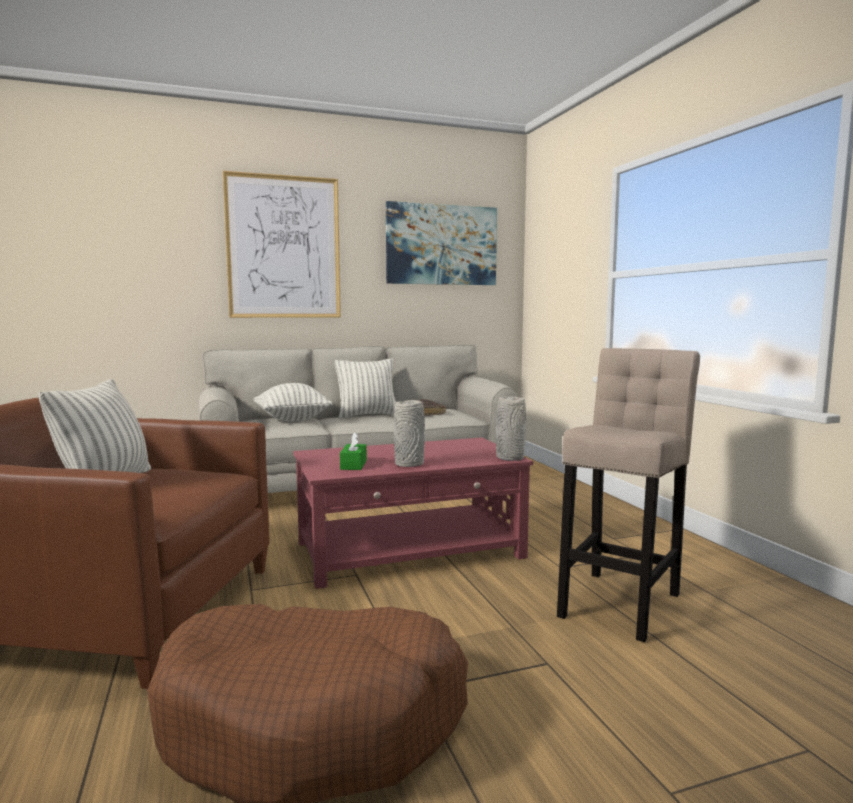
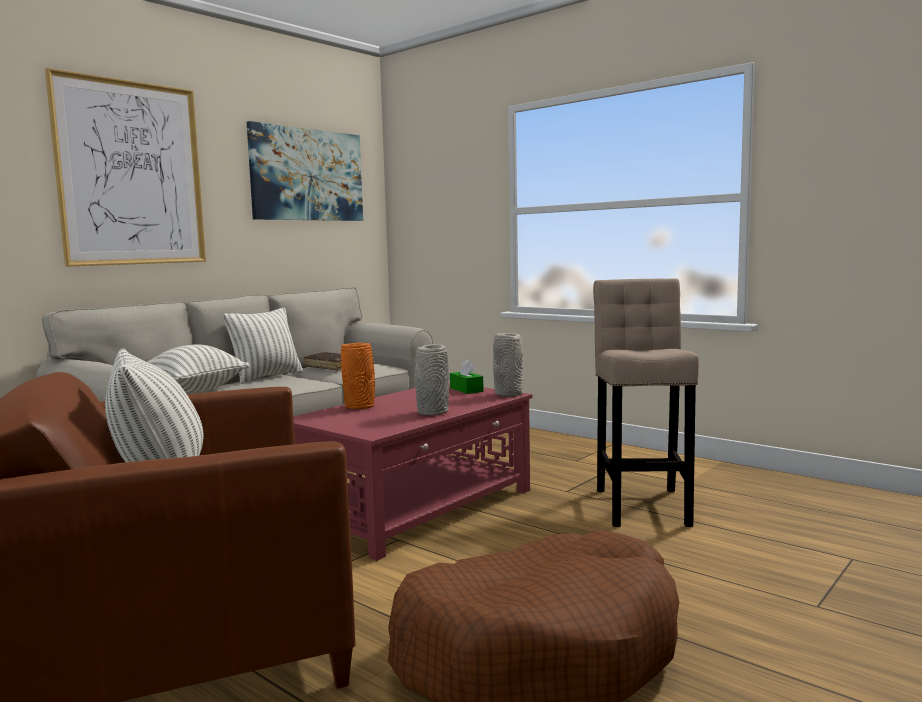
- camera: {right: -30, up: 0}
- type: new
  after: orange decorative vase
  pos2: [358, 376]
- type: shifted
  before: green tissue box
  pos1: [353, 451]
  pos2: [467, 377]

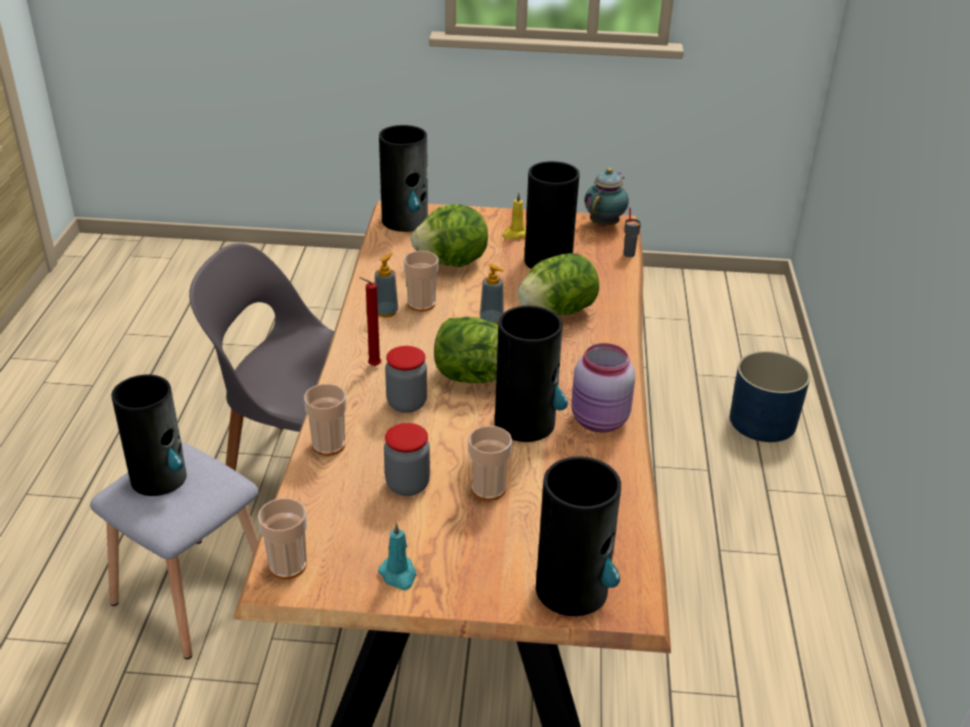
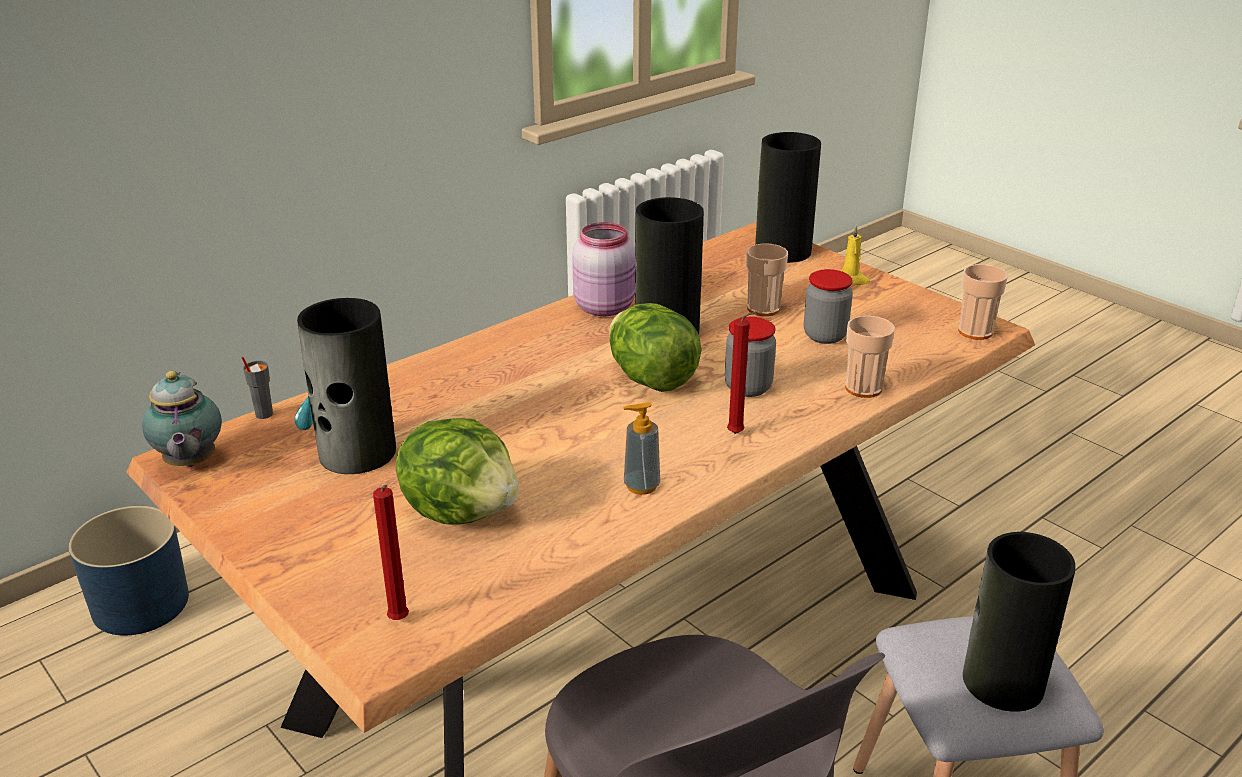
- camera: {right: -135, up: -5}
- type: rotated
  before: teapot
  pos1: [606, 197]
  pos2: [182, 419]
  turn: -90
- type: swapped
  before: decorative vase
  after: red wax candle
  pos1: [403, 178]
  pos2: [391, 552]
- type: shifted
  before: yellow-coloured wax candle
  pos1: [514, 215]
  pos2: [856, 255]
- type: gone
  before: blue-green wax candle
  pos1: [397, 556]
- type: gone
  before: cup
  pos1: [421, 281]
- type: gone
  before: soap dispenser
  pos1: [492, 294]
- type: gone
  before: head of lettuce
  pos1: [558, 284]

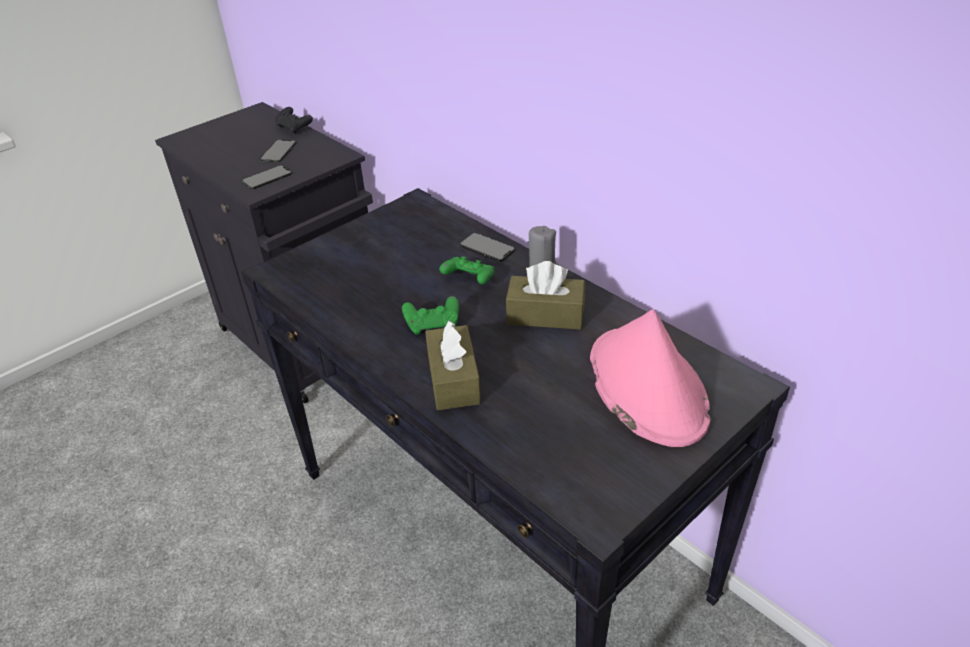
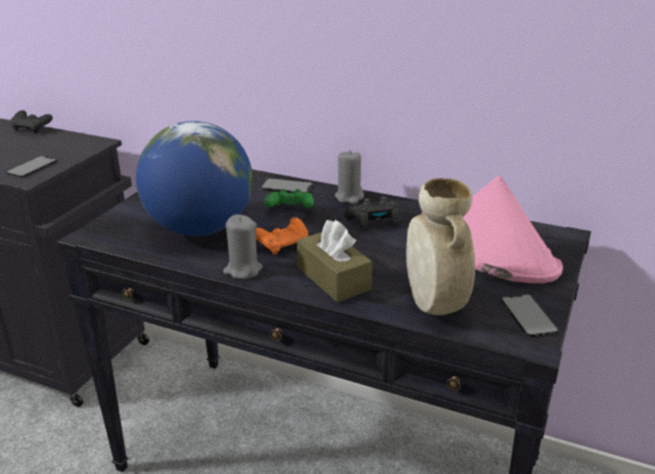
- camera: {right: -25, up: -10}
- type: new
  after: world globe
  pos2: [194, 178]
- type: new
  after: gray wax candle
  pos2: [242, 246]
- type: repainted
  before: green joypad
  after: orange joypad
  pos1: [430, 315]
  pos2: [282, 236]
- type: swapped
  before: brown tissue box
  after: black-coloured joypad
  pos1: [545, 295]
  pos2: [372, 211]
- type: new
  after: sand-coloured decorative vase
  pos2: [440, 246]
- type: shifted
  before: telephone
  pos1: [278, 150]
  pos2: [530, 316]

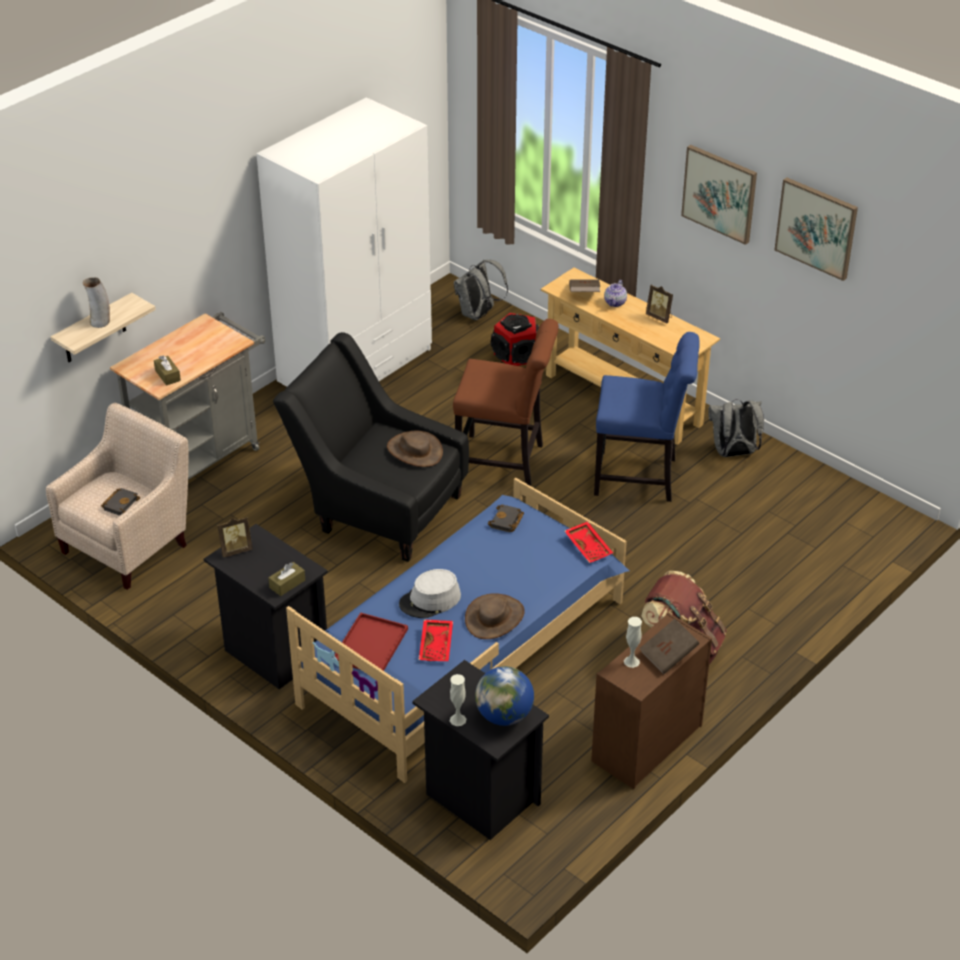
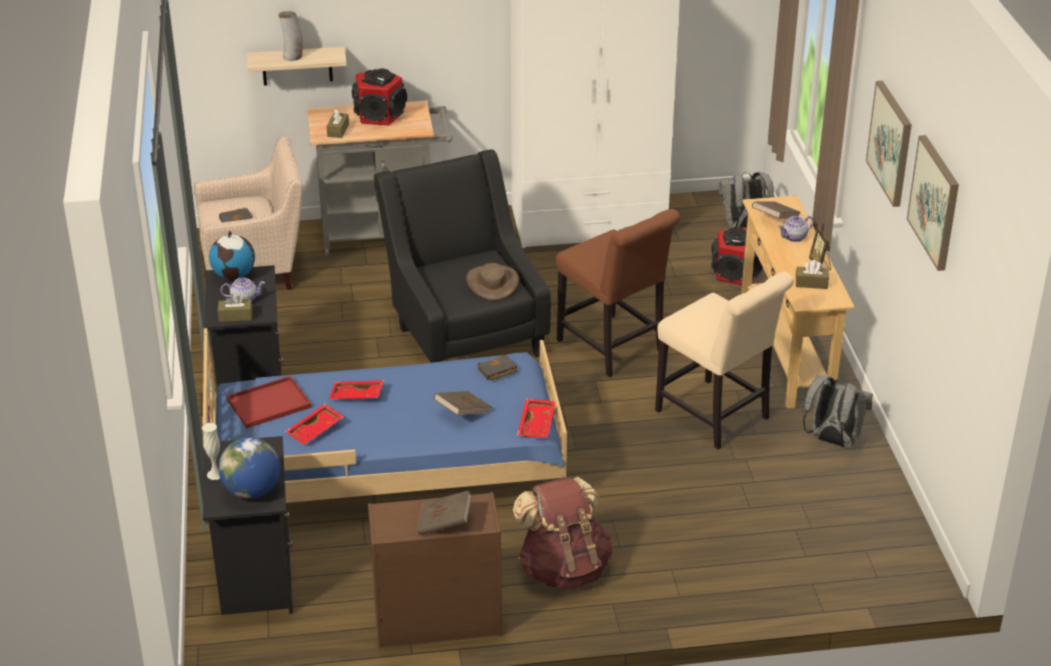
- camera: {right: 40, up: -5}
- type: swapped
  before: standing frame
  after: world globe
  pos1: [235, 537]
  pos2: [232, 255]
- type: new
  after: teapot
  pos2: [243, 289]
- type: swapped
  before: gray wearable hat
  after: red carrying tray
  pos1: [430, 593]
  pos2: [356, 390]
- type: new
  after: speaker
  pos2: [379, 96]
- type: new
  after: brown book
  pos2: [462, 403]
- type: repainted
  before: blue chair
  after: sand-coloured chair
  pos1: [647, 417]
  pos2: [724, 360]
- type: new
  after: brown tissue box
  pos2: [812, 274]
- type: gone
  before: brown wearable hat
  pos1: [495, 616]
- type: gone
  before: whitish decorative vase
  pos1: [633, 642]

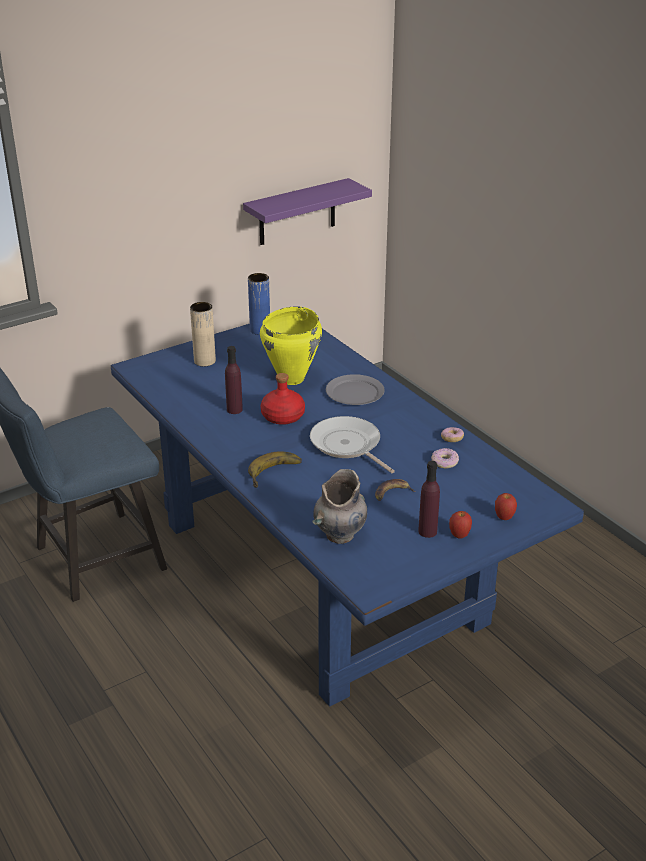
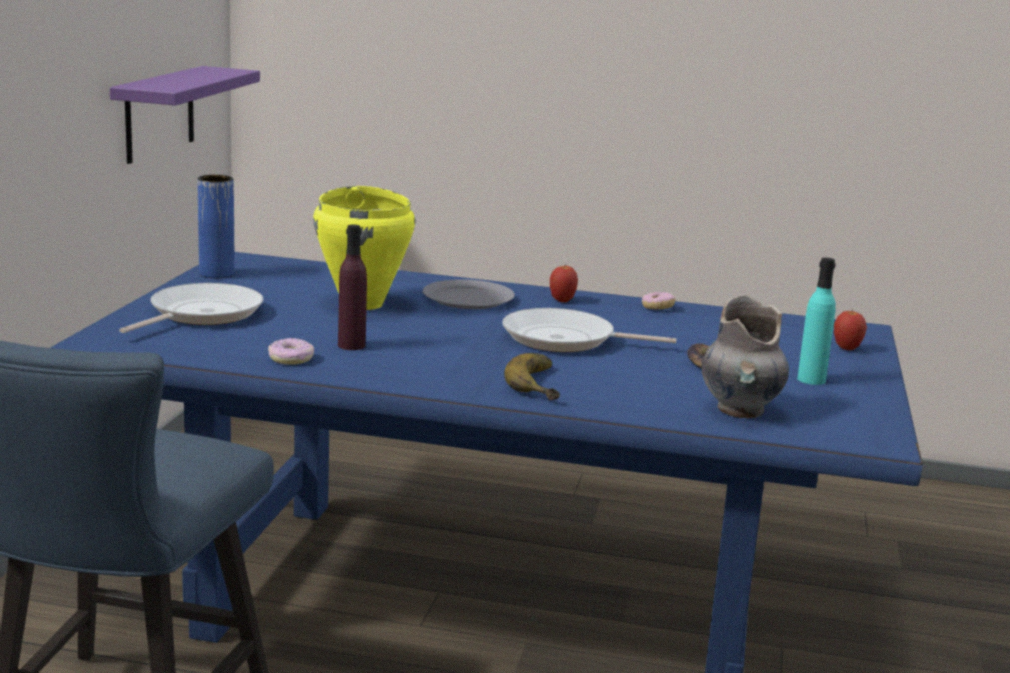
- camera: {right: -45, up: -15}
- type: swapped
  before: sand-coloured decorative vase
  after: skillet
  pos1: [203, 334]
  pos2: [191, 308]
- type: shifted
  before: donut
  pos1: [445, 458]
  pos2: [291, 351]
- type: shifted
  before: apple
  pos1: [460, 525]
  pos2: [564, 282]
- type: repainted
  before: purple-coloured drink bottle
  after: blue-green drink bottle
  pos1: [429, 499]
  pos2: [817, 321]
- type: gone
  before: red drink bottle
  pos1: [283, 399]

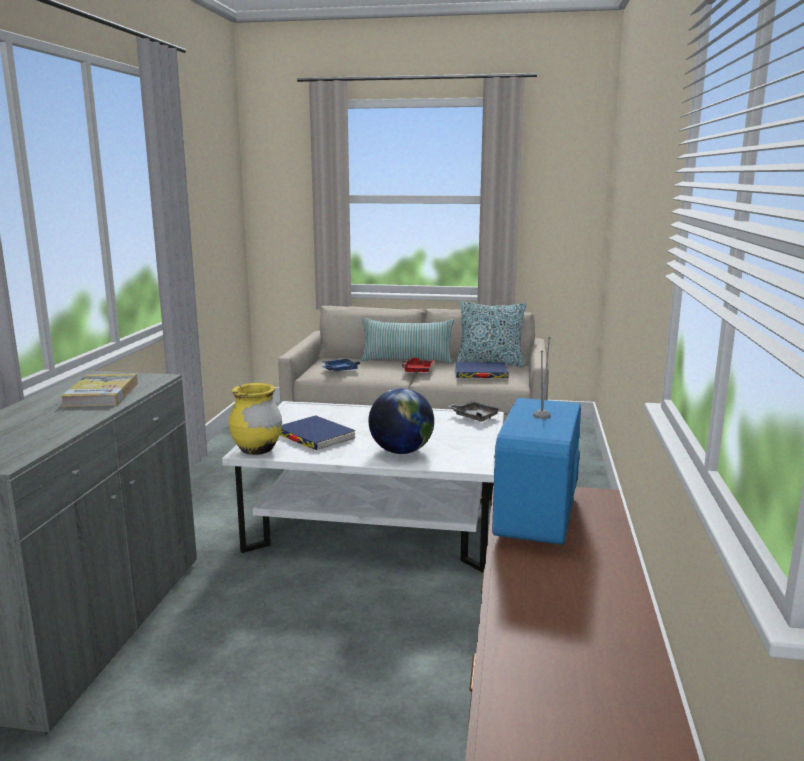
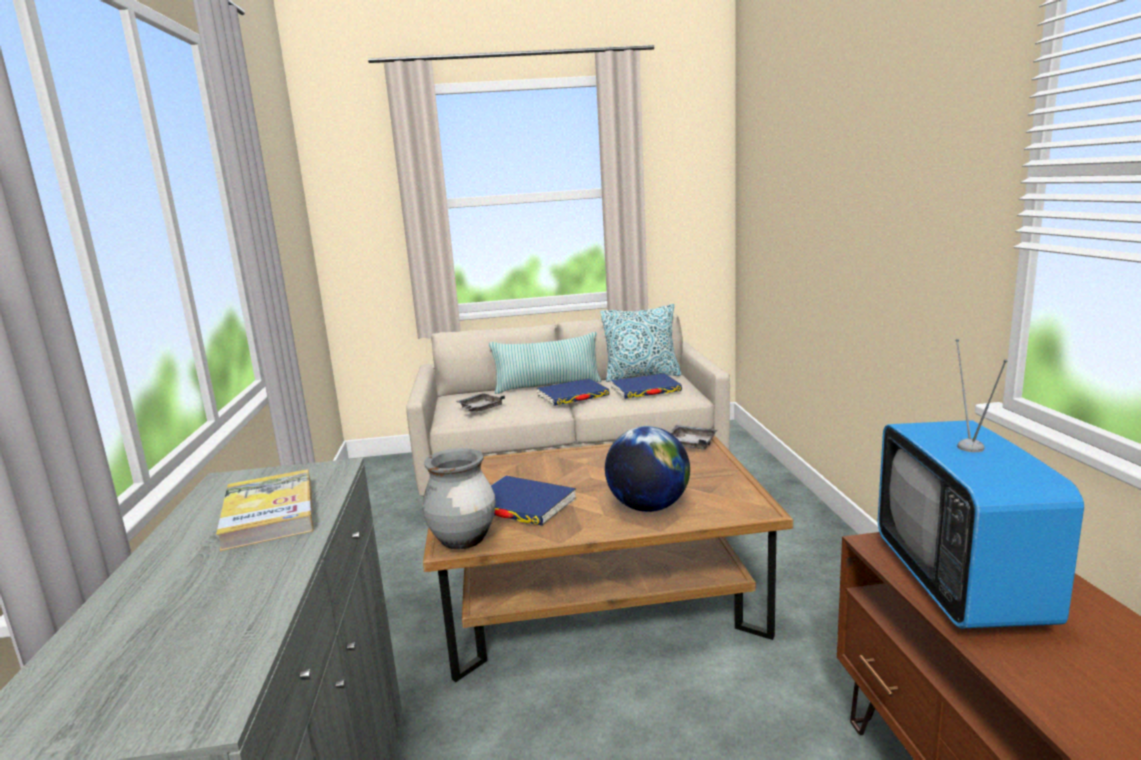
- camera: {right: -15, up: 0}
- type: repainted
  before: yellow-coloured decorative vase
  after: gray decorative vase
  pos1: [255, 419]
  pos2: [458, 498]
- type: repainted
  before: whitish low table
  after: brown low table
  pos1: [363, 487]
  pos2: [608, 558]
- type: repainted
  before: blue carrying tray
  after: gray carrying tray
  pos1: [340, 364]
  pos2: [480, 402]
- type: swapped
  before: red carrying tray
  after: blue book
  pos1: [418, 365]
  pos2: [573, 392]

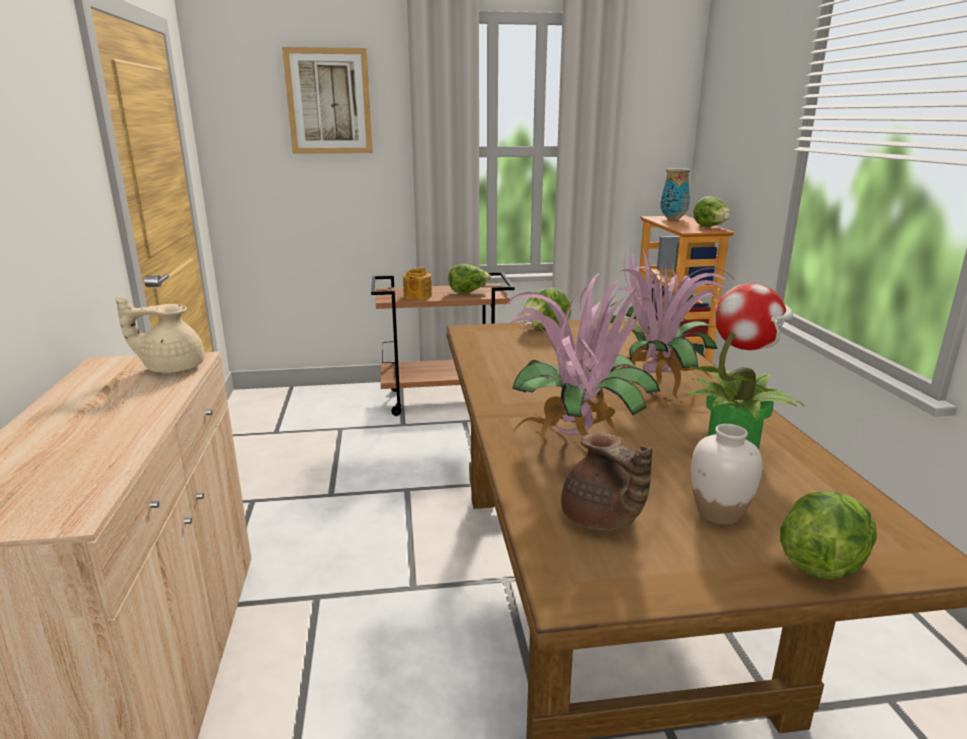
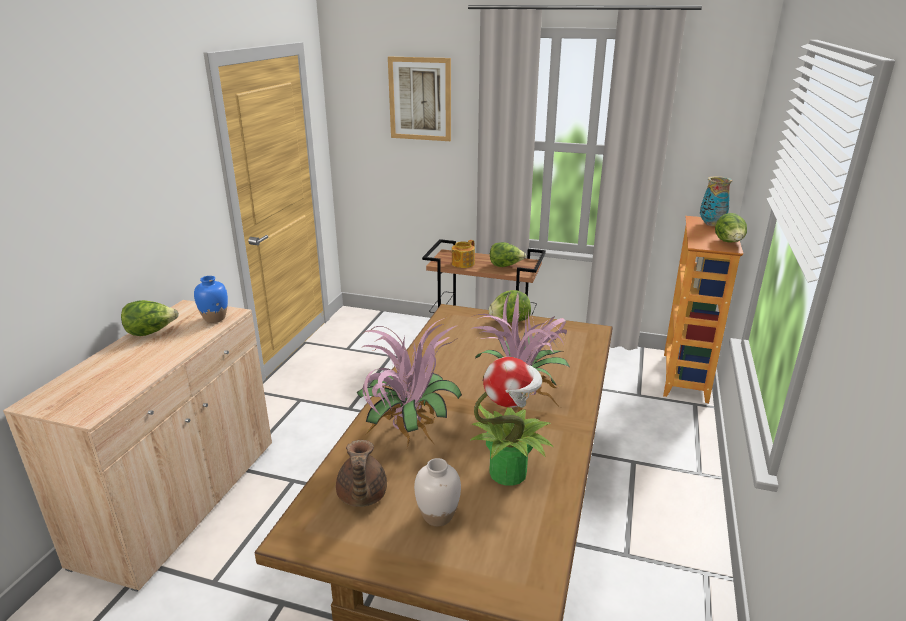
- camera: {right: 25, up: 5}
- type: shifted
  before: head of lettuce
  pos1: [828, 535]
  pos2: [150, 318]
- type: swapped
  before: sand-coloured teapot
  after: blue decorative vase
  pos1: [160, 334]
  pos2: [211, 299]

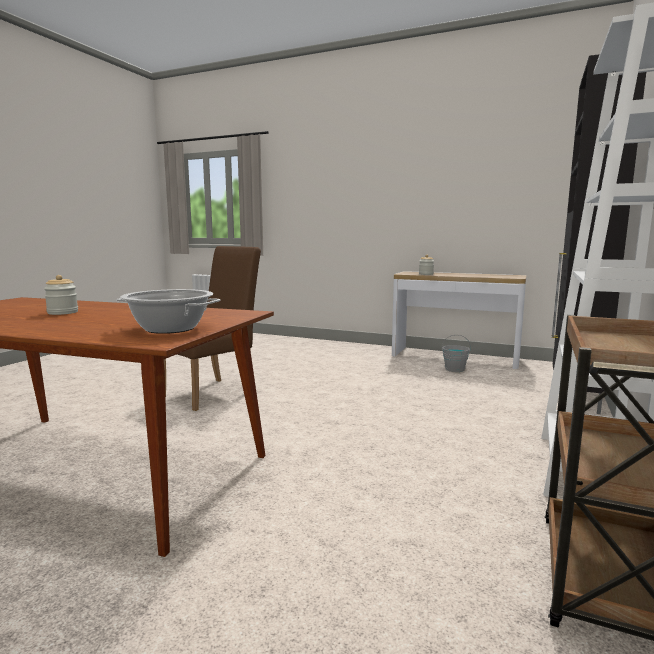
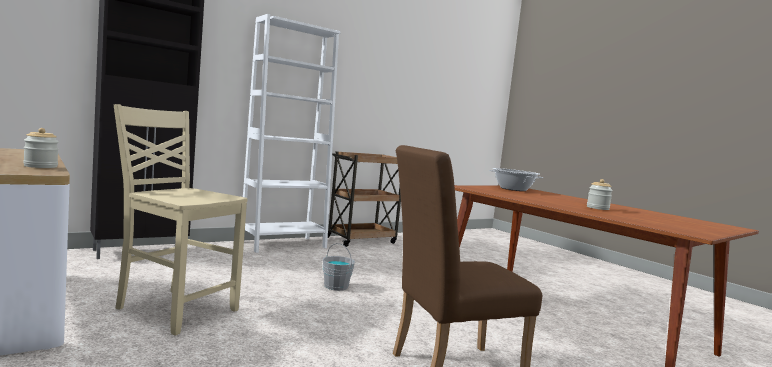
- camera: {right: -150, up: -5}
- type: new
  after: sand-coloured chair
  pos2: [181, 219]
- type: shifted
  before: gray pail
  pos1: [456, 353]
  pos2: [338, 267]

